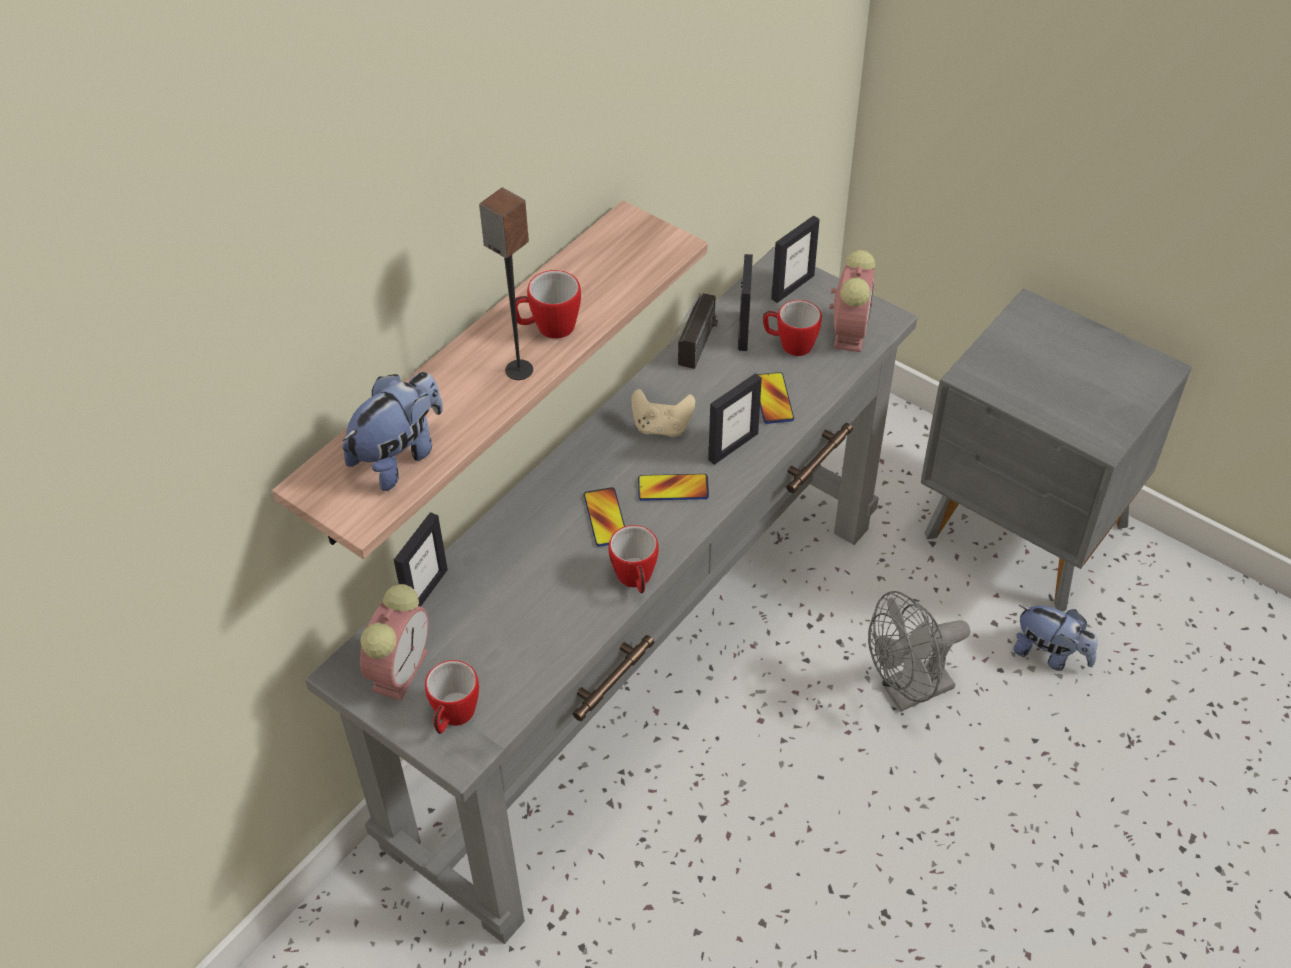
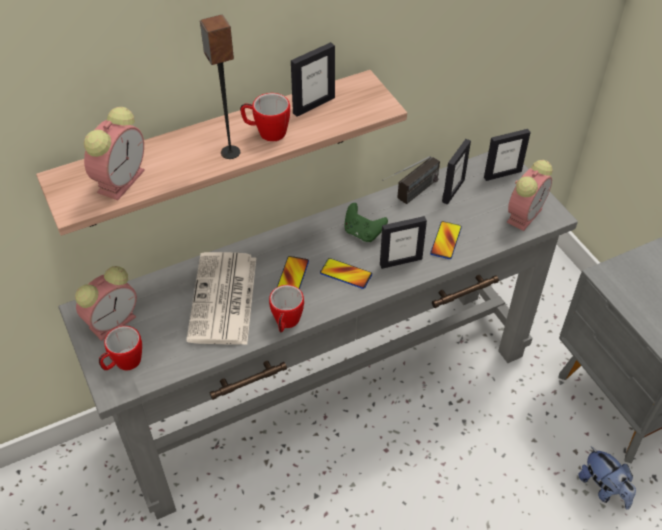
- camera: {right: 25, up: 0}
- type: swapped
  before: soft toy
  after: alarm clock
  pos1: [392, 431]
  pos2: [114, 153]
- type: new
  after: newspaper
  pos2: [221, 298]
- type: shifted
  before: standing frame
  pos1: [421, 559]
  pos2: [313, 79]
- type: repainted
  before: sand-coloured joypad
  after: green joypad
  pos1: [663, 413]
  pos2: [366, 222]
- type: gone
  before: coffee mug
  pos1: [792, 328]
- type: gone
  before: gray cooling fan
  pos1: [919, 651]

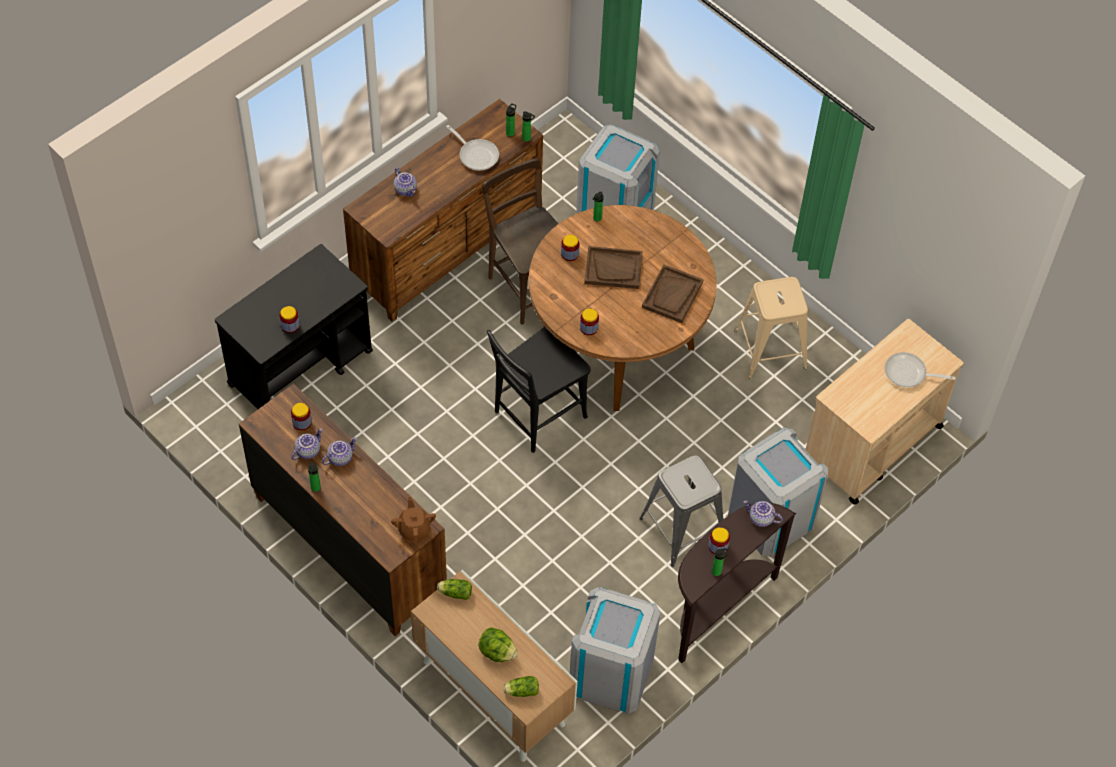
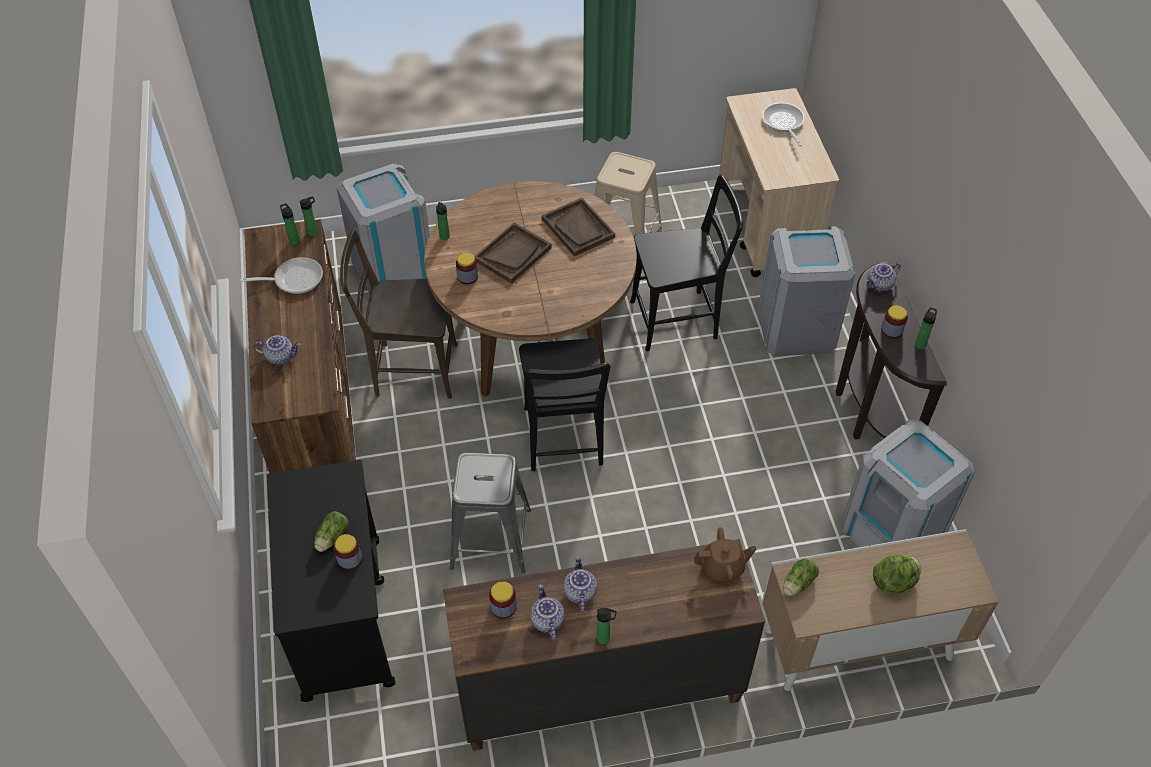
- camera: {right: -55, up: -5}
- type: shifted
  before: head of lettuce
  pos1: [521, 686]
  pos2: [331, 531]
- type: shifted
  before: gray stool seat
  pos1: [681, 511]
  pos2: [490, 513]
- type: new
  after: black-coloured chair
  pos2: [686, 263]
- type: rotated
  before: brown teapot
  pos1: [413, 520]
  pos2: [725, 554]
  turn: 150
- type: rotated
  before: skillet
  pos1: [920, 369]
  pos2: [783, 124]
  turn: 120
- type: gone
  before: storage jar
  pos1: [589, 321]

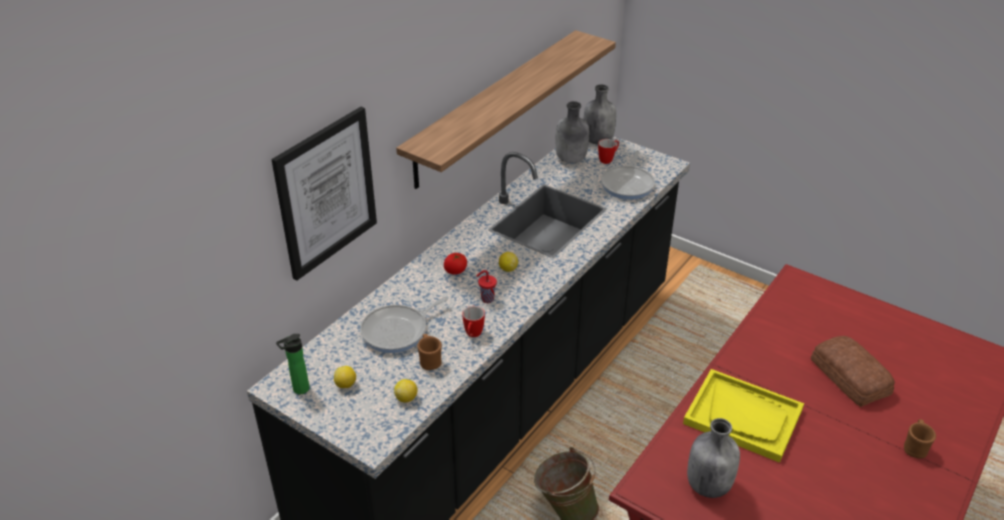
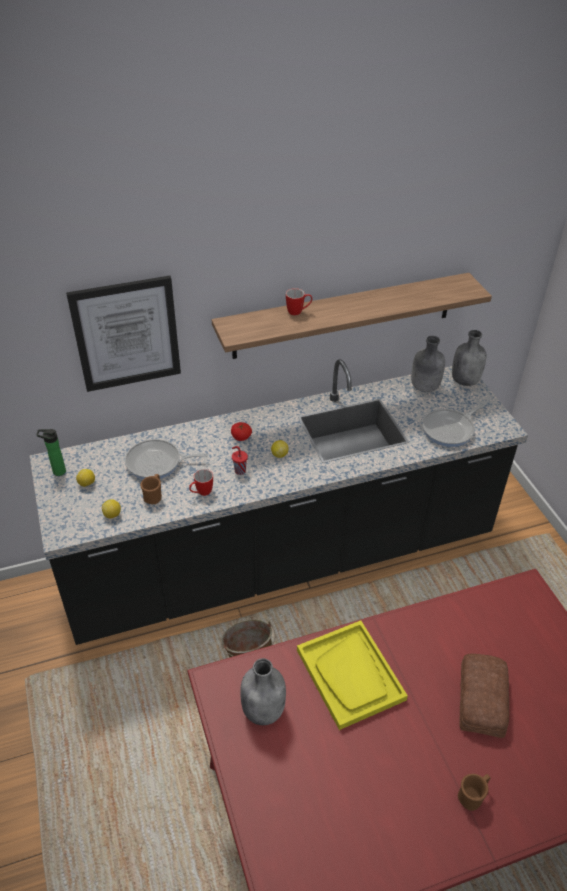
- camera: {right: 35, up: 5}
- type: shifted
  before: coffee mug
  pos1: [608, 151]
  pos2: [299, 302]

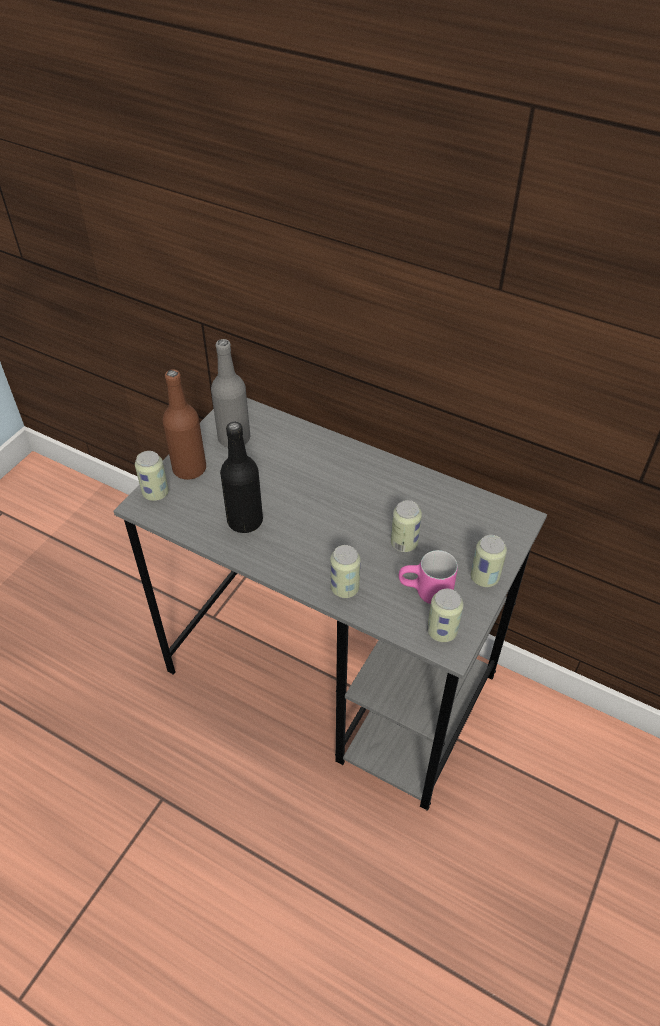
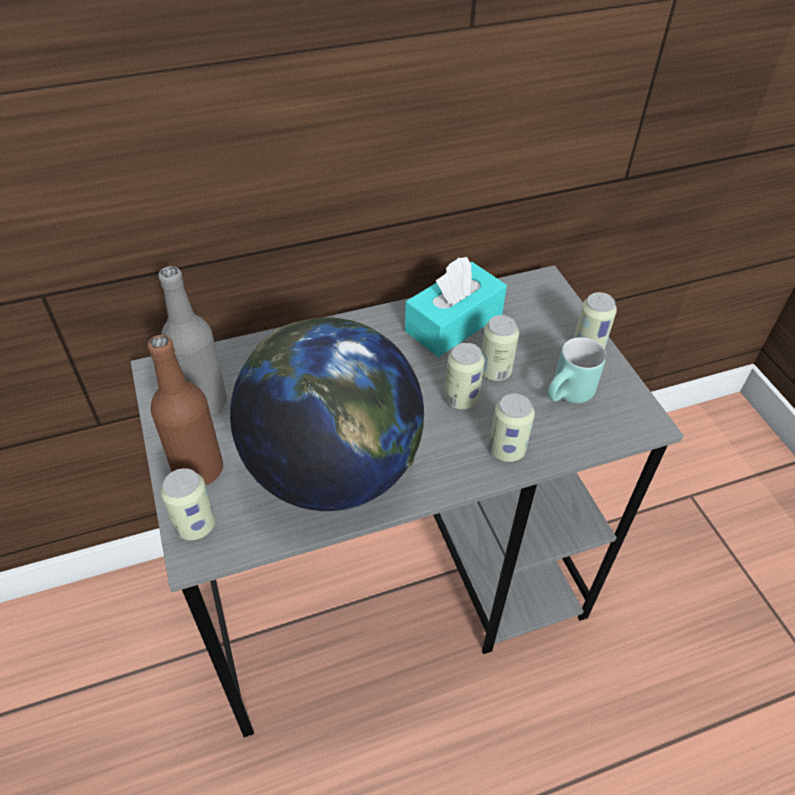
- camera: {right: -50, up: 0}
- type: swapped
  before: black-coloured drink bottle
  after: world globe
  pos1: [241, 477]
  pos2: [327, 414]
- type: new
  after: blue-green tissue box
  pos2: [456, 307]
- type: shifted
  before: metal can
  pos1: [445, 615]
  pos2: [464, 376]
- type: repainted
  before: pink coffee mug
  after: blue-green coffee mug
  pos1: [428, 577]
  pos2: [576, 370]

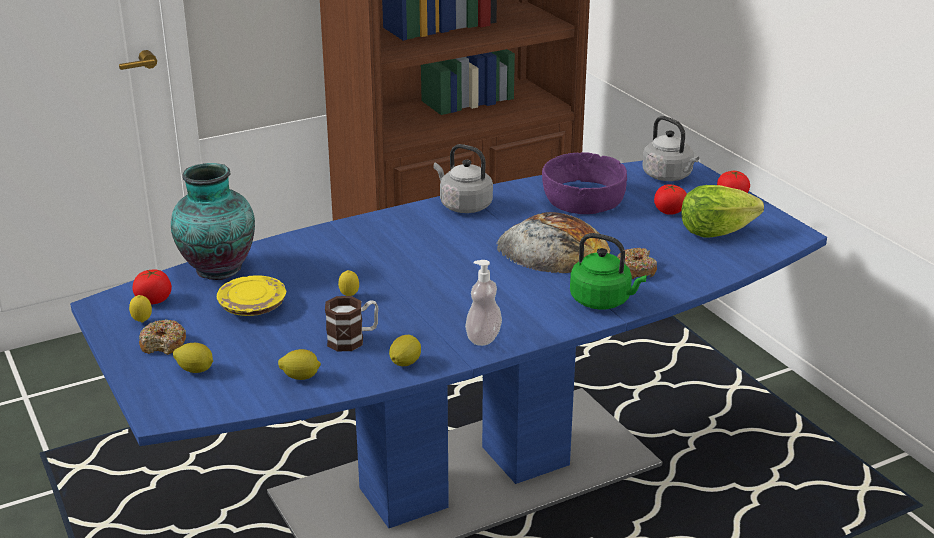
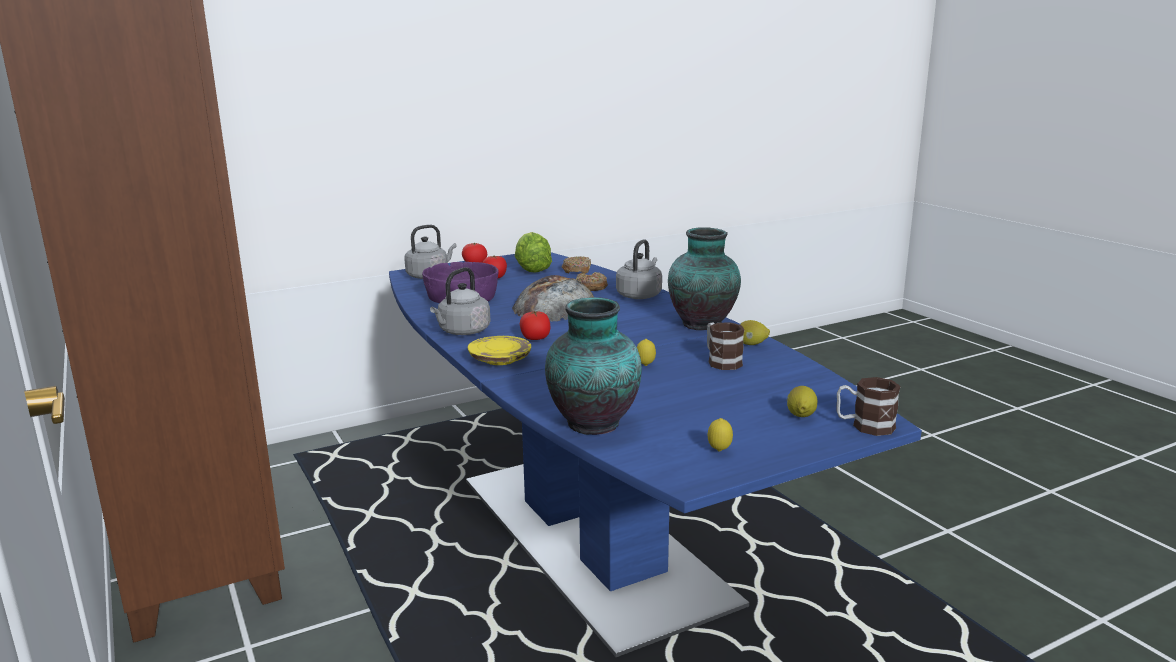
- camera: {right: -90, up: -10}
- type: shifted
  before: yellow-coloured flat dish
  pos1: [251, 295]
  pos2: [499, 350]
- type: shifted
  before: fresh tomato
  pos1: [152, 287]
  pos2: [535, 325]
- type: shifted
  before: donut
  pos1: [162, 337]
  pos2: [576, 265]
- type: repainted
  before: green tea kettle
  after: gray tea kettle
  pos1: [608, 271]
  pos2: [639, 269]
- type: swapped
  before: soap dispenser
  after: decorative vase
  pos1: [483, 303]
  pos2: [704, 278]
- type: new
  after: coffee mug
  pos2: [869, 406]
- type: gone
  before: lemon
  pos1: [299, 364]

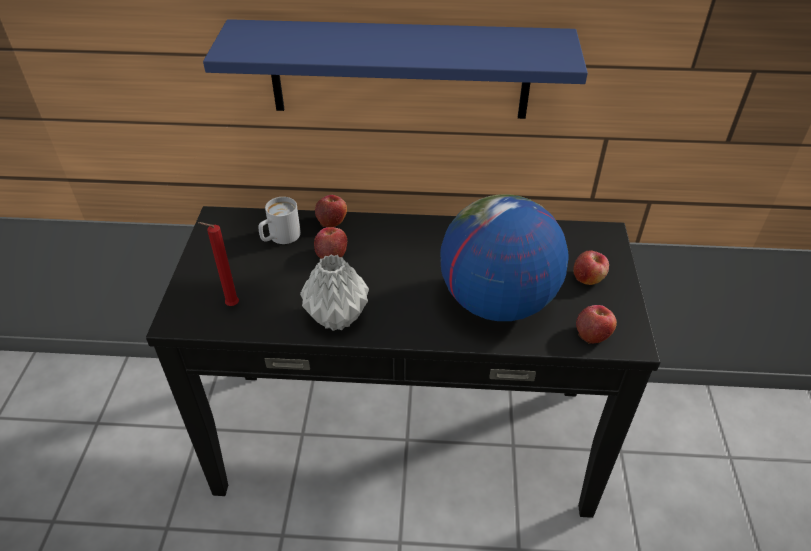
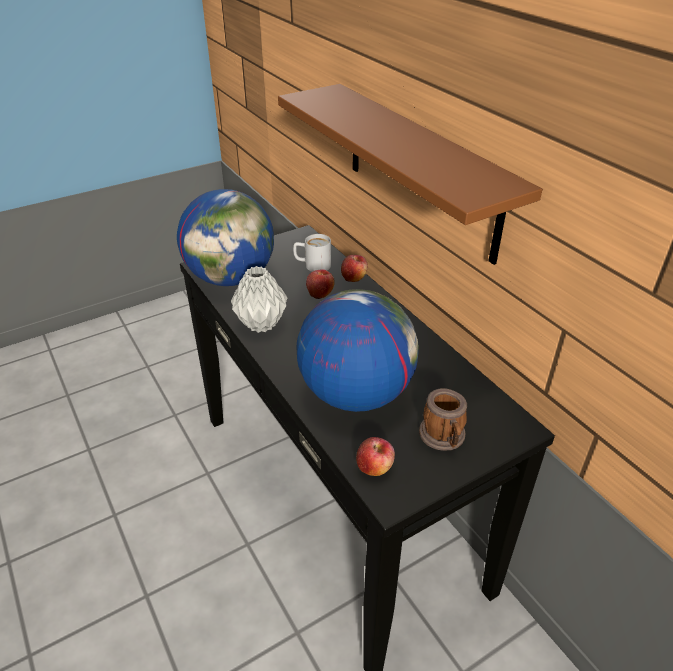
- camera: {right: 55, up: -5}
- type: swapped
  before: red wax candle
  after: world globe
  pos1: [218, 264]
  pos2: [225, 237]
- type: repainted
  before: blue bracket shelf
  after: brown bracket shelf
  pos1: [395, 69]
  pos2: [410, 174]
- type: swapped
  before: apple
  after: coffee mug
  pos1: [591, 267]
  pos2: [443, 419]

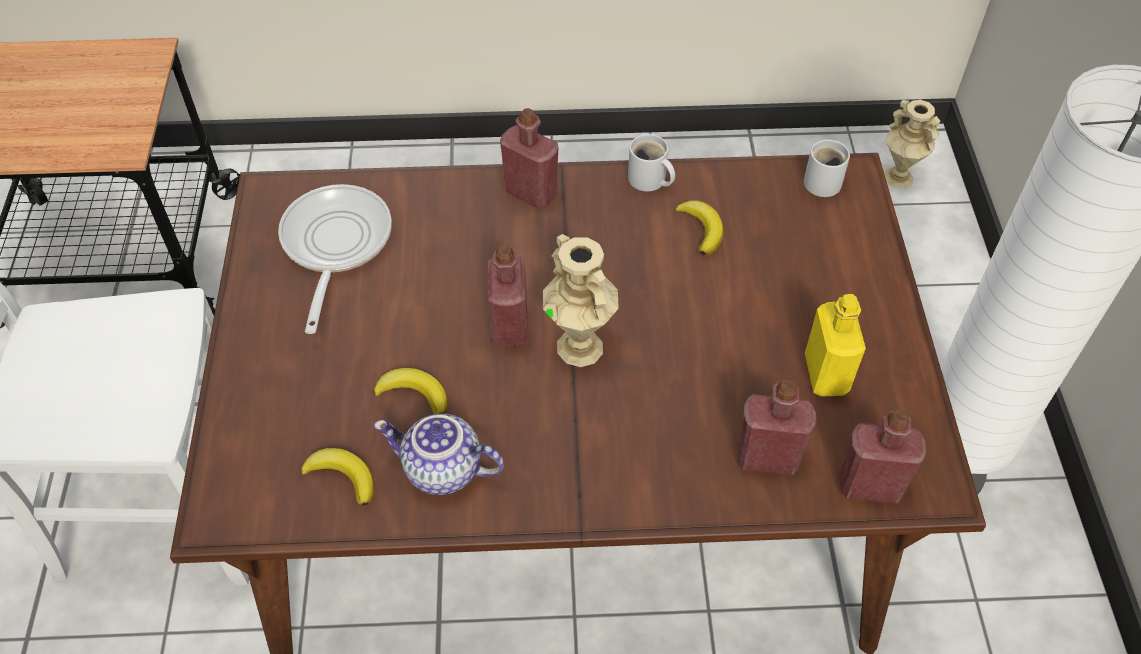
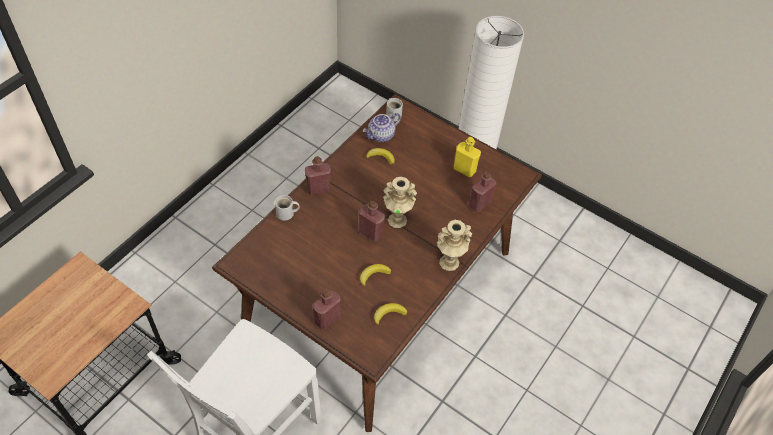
- camera: {right: -55, up: 0}
- type: shifted
  before: whitish coffee mug
  pos1: [651, 162]
  pos2: [287, 208]
- type: shifted
  before: red drink bottle
  pos1: [883, 456]
  pos2: [326, 309]
- type: shifted
  before: teapot
  pos1: [439, 454]
  pos2: [382, 127]
- type: shifted
  before: sand-coloured decorative vase
  pos1: [912, 144]
  pos2: [454, 245]
- type: gone
  before: skillet
  pos1: [335, 259]

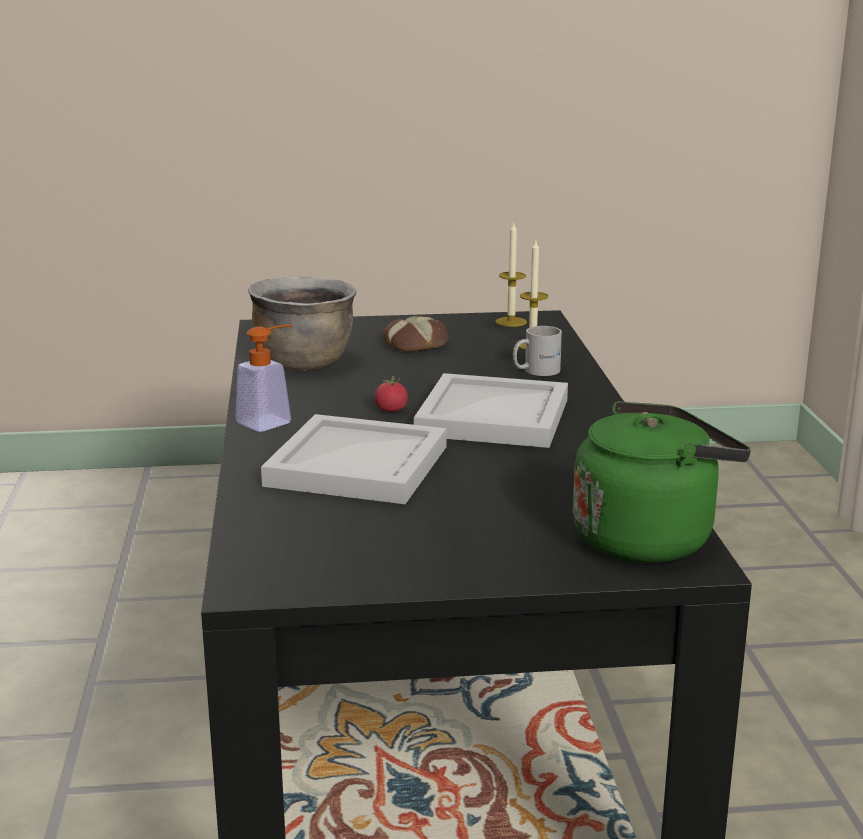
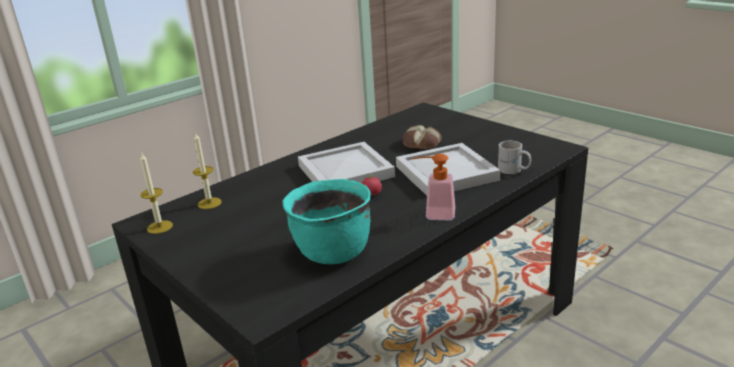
- camera: {right: -125, up: 5}
- type: repainted
  before: brown saucepot
  after: blue-green saucepot
  pos1: [302, 324]
  pos2: [326, 221]
- type: shifted
  before: bread
  pos1: [415, 334]
  pos2: [422, 137]
- type: shifted
  before: whitish coffee mug
  pos1: [537, 351]
  pos2: [514, 157]
- type: gone
  before: green tea kettle
  pos1: [662, 482]

